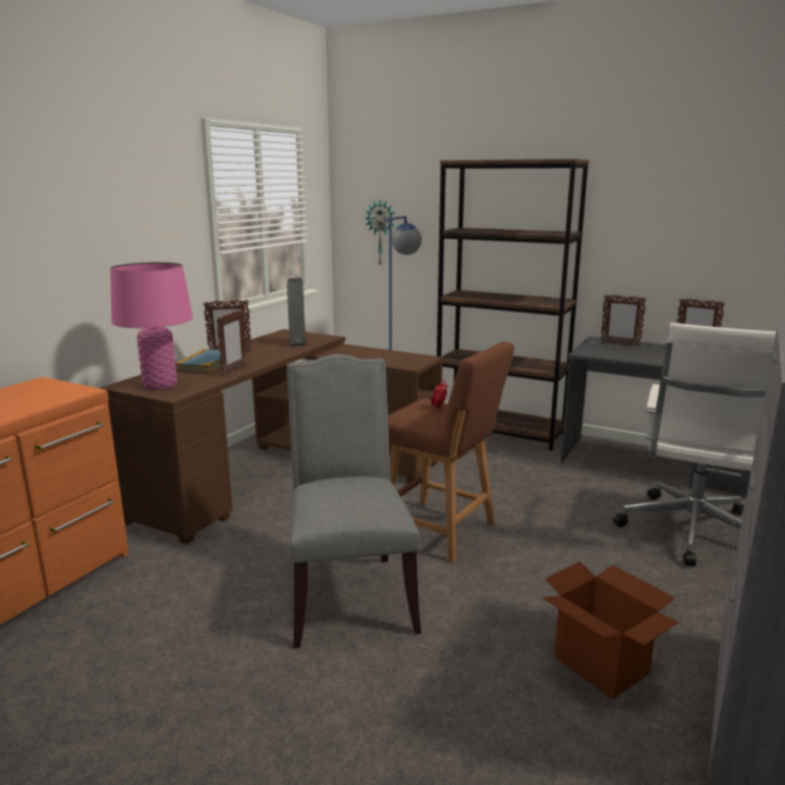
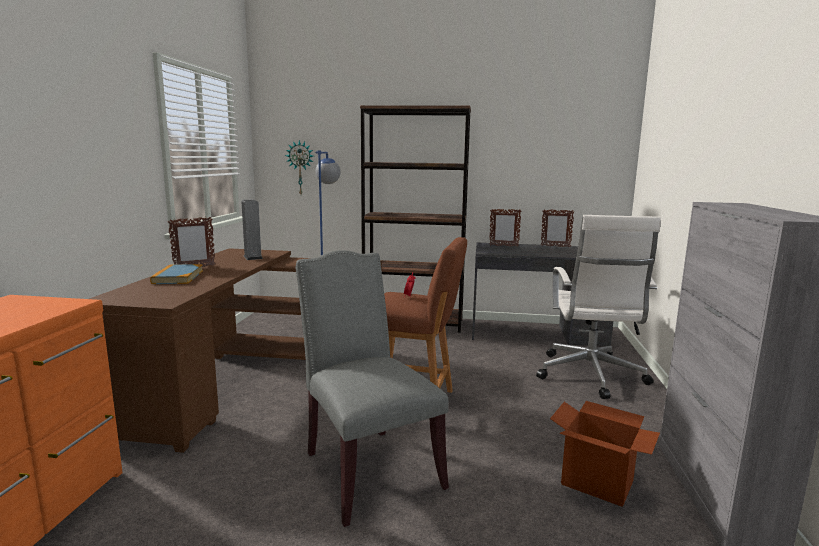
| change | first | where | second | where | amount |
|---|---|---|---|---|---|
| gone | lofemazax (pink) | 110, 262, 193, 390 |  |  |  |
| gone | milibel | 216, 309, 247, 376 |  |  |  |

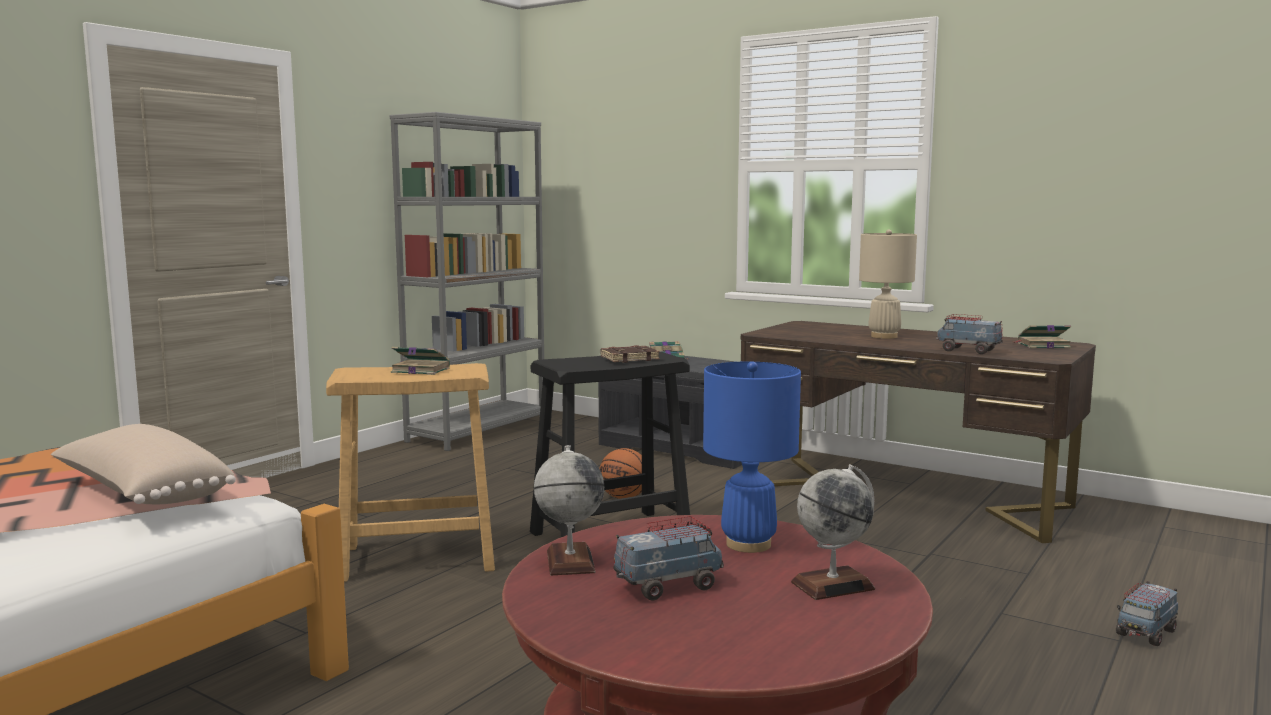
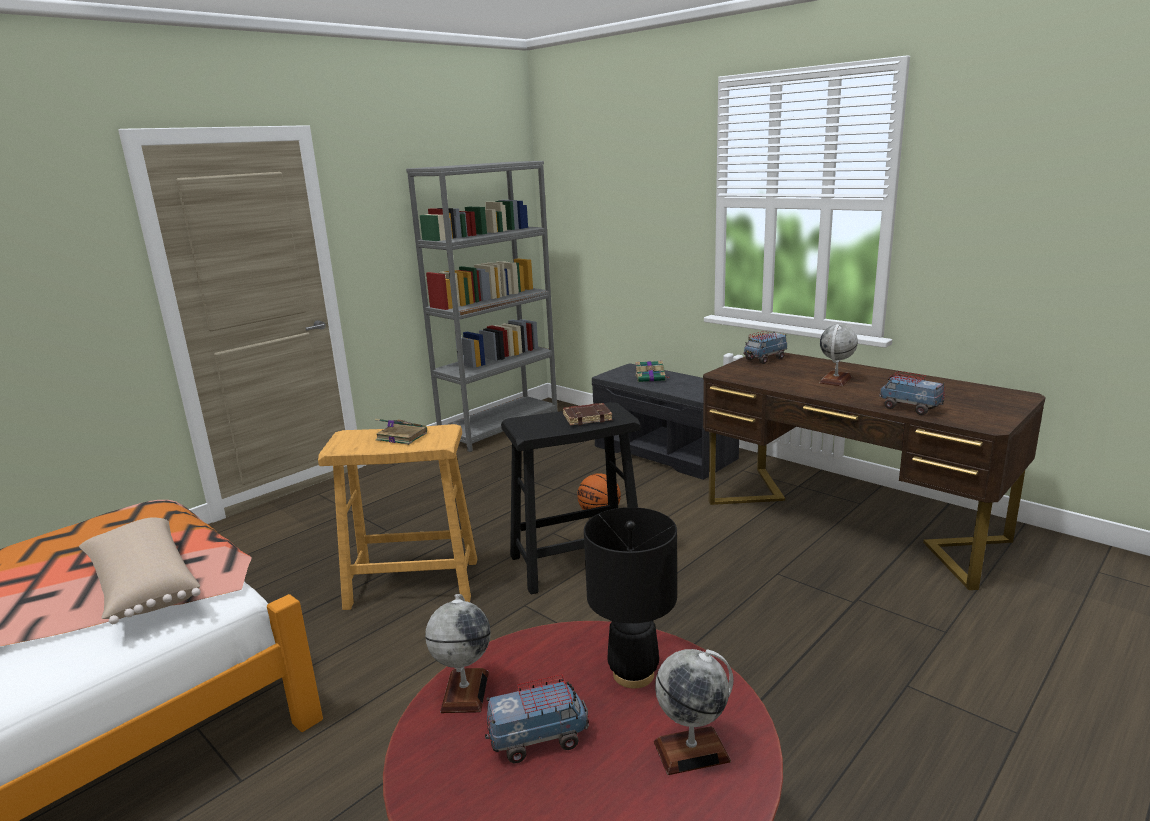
| change | first | where | second | where | amount |
|---|---|---|---|---|---|
| swapped | lofemazax (beige) | 859, 229, 917, 339 | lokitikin | 820, 324, 858, 386 |  |
| gone | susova | 1014, 325, 1071, 348 |  |  |  |
| repainted | lofemazax (blue) | 703, 361, 801, 553 | lofemazax (black) | 584, 507, 677, 688 |  |
| shifted | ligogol | 1116, 581, 1178, 646 |  | 743, 331, 787, 364 |  |

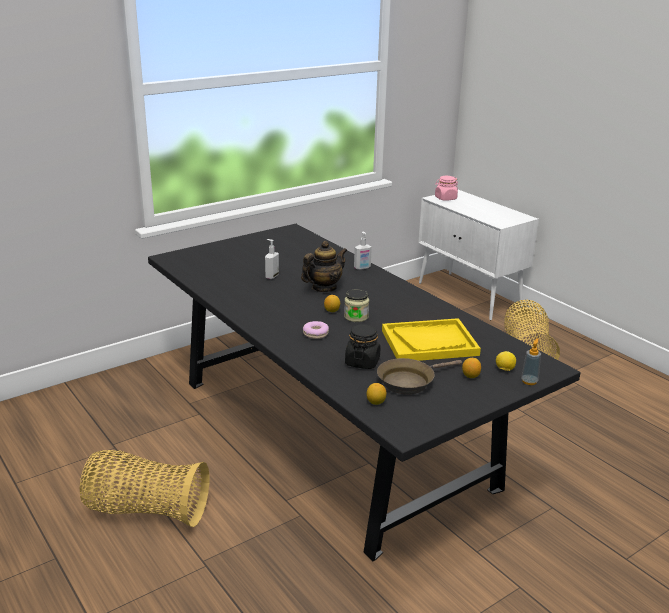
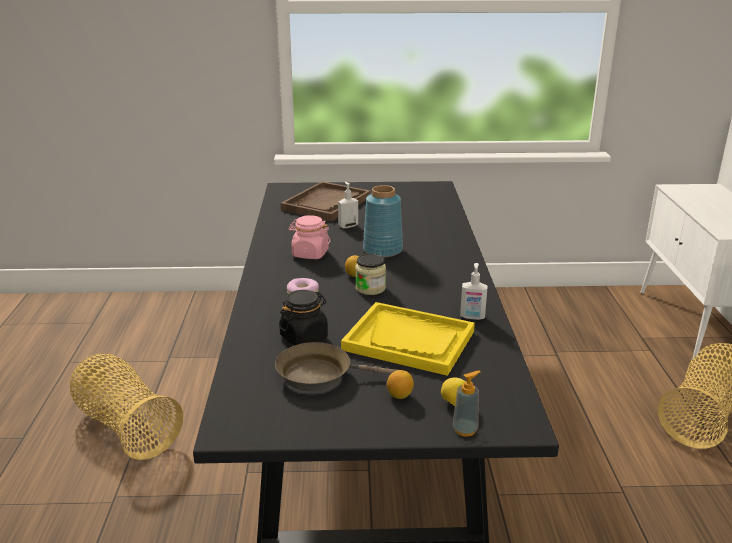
| change | first | where | second | where | amount |
|---|---|---|---|---|---|
| shifted | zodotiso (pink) | 435, 176, 458, 201 |  | 289, 215, 330, 259 |  |
| shifted | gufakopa | 354, 232, 372, 270 |  | 460, 263, 488, 320 |  |
| swapped | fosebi | 301, 241, 347, 292 | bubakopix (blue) | 363, 185, 403, 258 |  |
| gone | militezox | 367, 383, 387, 405 |  |  |  |
| new |  |  | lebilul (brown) | 281, 181, 370, 221 |  |

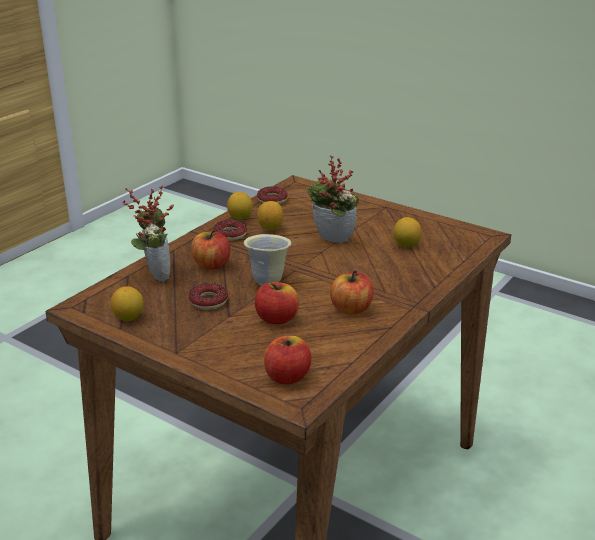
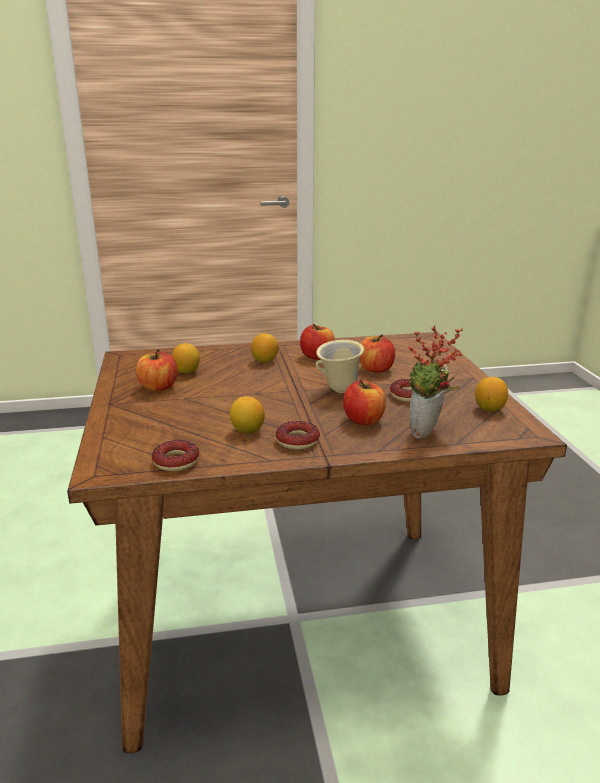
| change | first | where | second | where | amount |
|---|---|---|---|---|---|
| gone | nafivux | 306, 155, 359, 243 |  |  |  |
| shifted | militezox | 227, 192, 253, 220 |  | 251, 333, 279, 363 |  |
| shifted | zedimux | 264, 336, 311, 385 |  | 136, 349, 178, 391 |  |

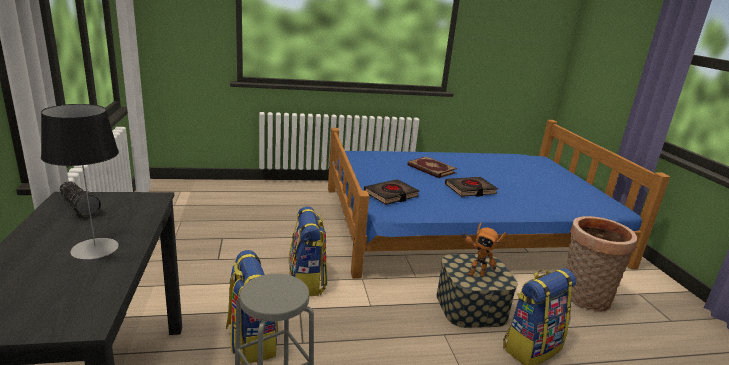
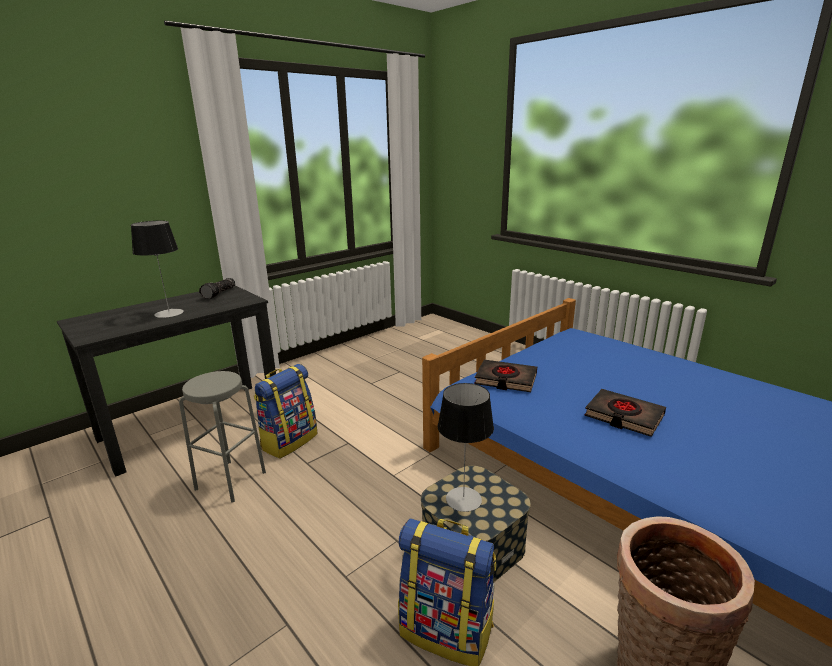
| change | first | where | second | where | amount |
|---|---|---|---|---|---|
| gone | susova | 407, 156, 457, 178 |  |  |  |
| gone | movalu | 289, 206, 327, 296 |  |  |  |
| swapped | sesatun | 461, 222, 506, 277 | lofemazax | 437, 383, 494, 512 |  |

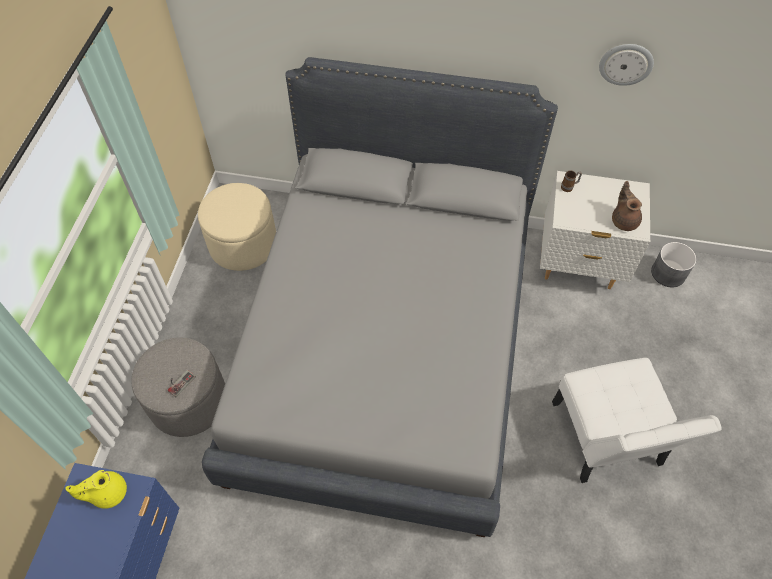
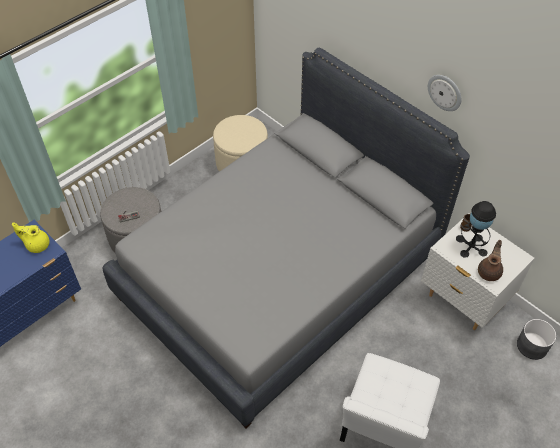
| change | first | where | second | where | amount |
|---|---|---|---|---|---|
| shifted | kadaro | 599, 44, 654, 86 |  | 428, 75, 461, 111 |  |
| new |  |  | lofemazax (black) | 456, 201, 496, 258 |  |

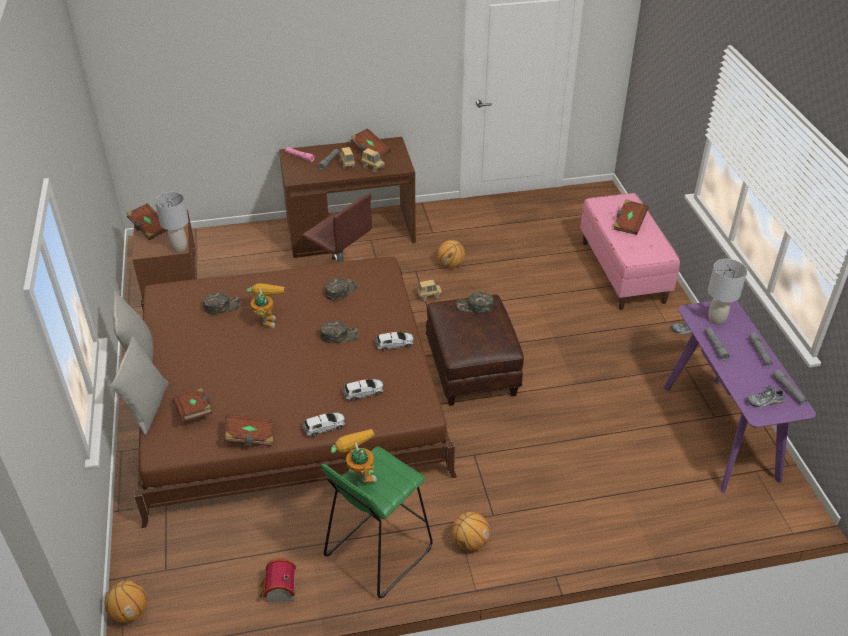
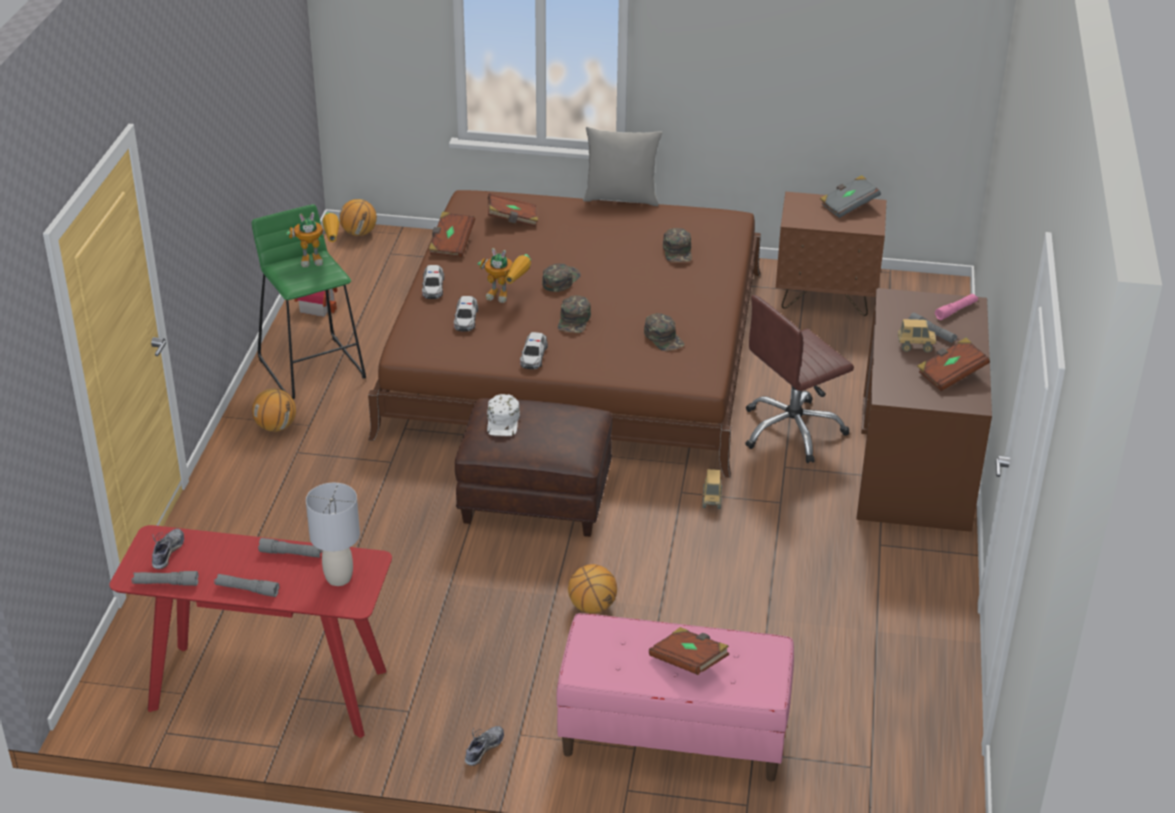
| change | first | where | second | where | amount |
|---|---|---|---|---|---|
| gone | ligogol | 361, 148, 385, 173 |  |  |  |
| gone | lofemazax (grey) | 155, 192, 188, 252 |  |  |  |
| repainted | susova (brown) | 126, 203, 167, 240 | susova (grey) | 820, 175, 881, 218 |  |
| shifted | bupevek | 438, 240, 465, 268 |  | 568, 564, 617, 614 |  |
| shifted | sesatun | 246, 283, 285, 328 |  | 478, 248, 531, 303 |  |
| shifted | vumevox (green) | 457, 292, 494, 313 |  | 542, 263, 581, 292 |  |
| repainted | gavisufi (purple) | 663, 301, 816, 493 | gavisufi (red) | 109, 525, 392, 738 |  |
| gone | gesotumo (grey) | 110, 336, 169, 435 |  |  |  |
| new |  |  | vumevox (white) | 487, 394, 520, 436 |  |

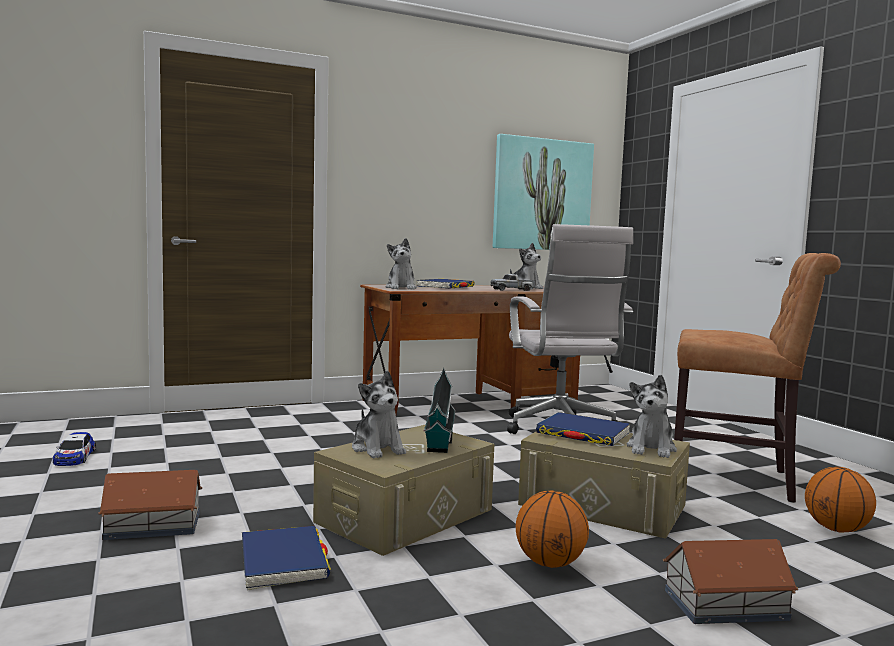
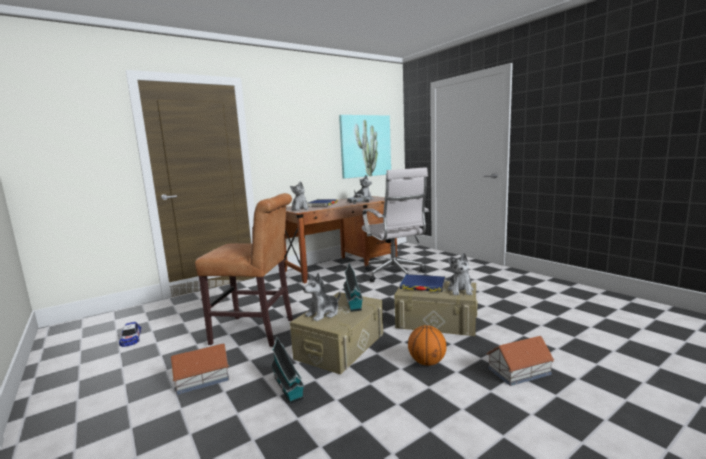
| change | first | where | second | where | amount |
|---|---|---|---|---|---|
| shifted | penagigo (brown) | 674, 253, 841, 503 |  | 195, 193, 293, 347 |  |
| rotated | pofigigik | 352, 370, 406, 458 |  | 303, 273, 341, 321 | 90 degrees clockwise |
| gone | bupevek | 805, 467, 876, 532 |  |  |  |
| swapped | susova (blue) | 242, 526, 331, 590 | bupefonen | 271, 336, 305, 404 |  |

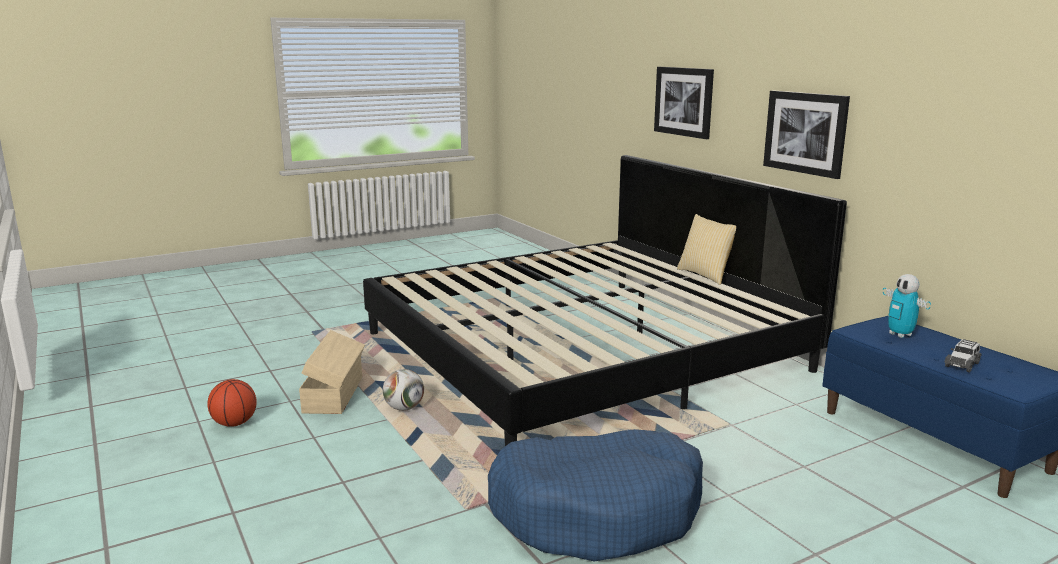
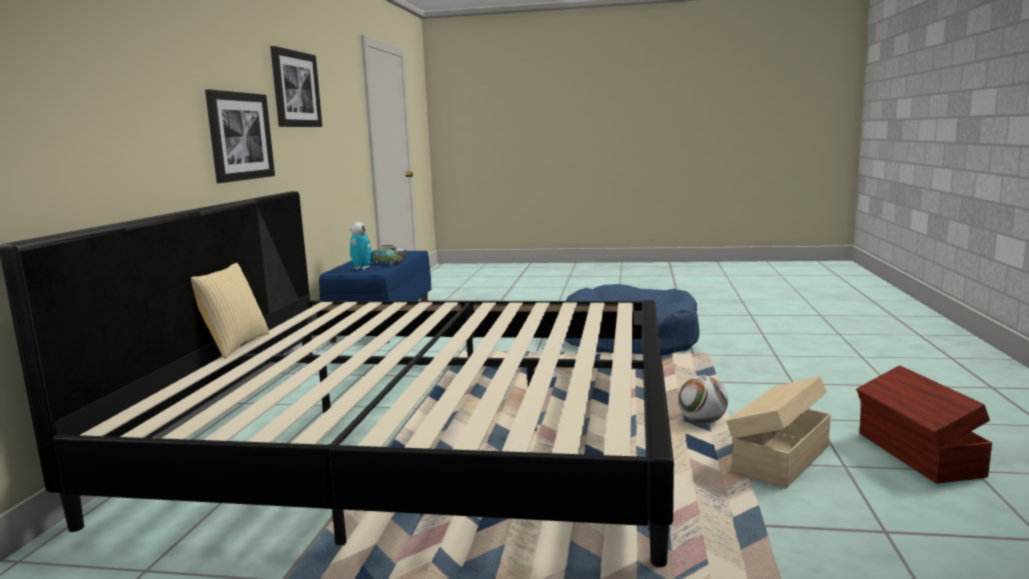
| change | first | where | second | where | amount |
|---|---|---|---|---|---|
| shifted | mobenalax | 654, 67, 714, 139 |  | 270, 46, 322, 127 |  |
| swapped | bupevek | 207, 379, 257, 427 | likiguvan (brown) | 856, 365, 992, 483 |  |
| new |  |  | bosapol | 373, 248, 404, 266 |  |

